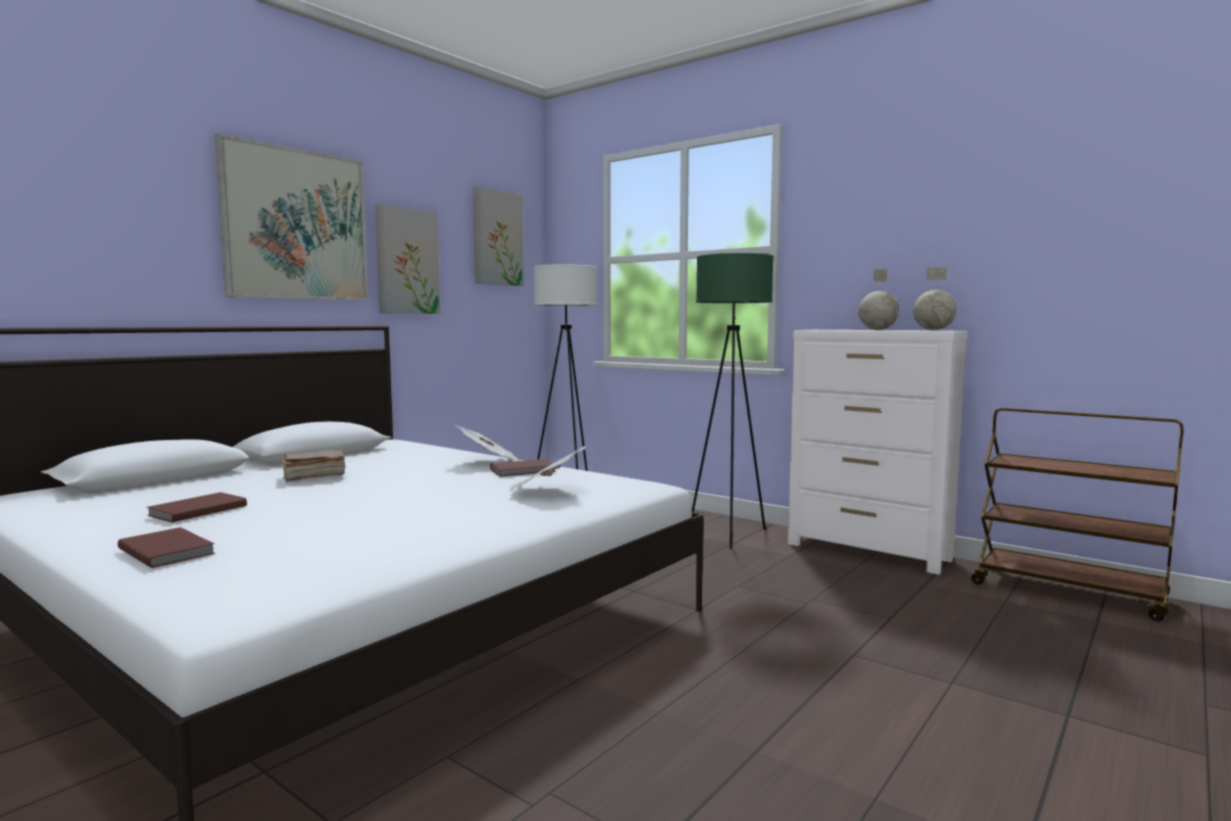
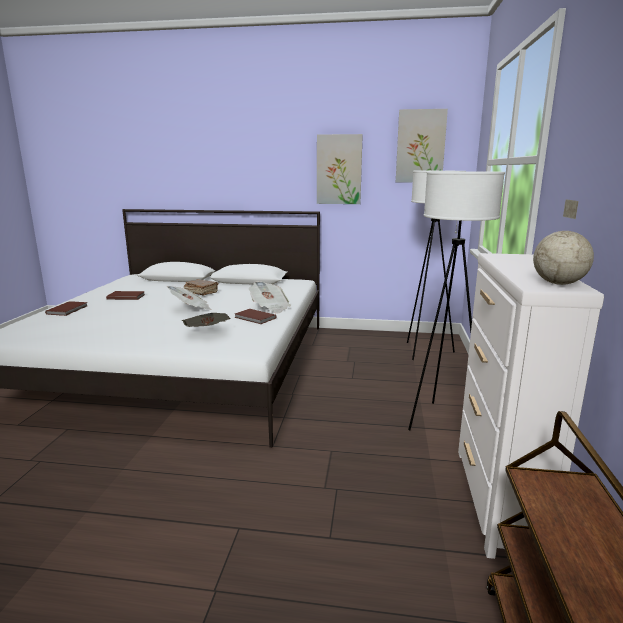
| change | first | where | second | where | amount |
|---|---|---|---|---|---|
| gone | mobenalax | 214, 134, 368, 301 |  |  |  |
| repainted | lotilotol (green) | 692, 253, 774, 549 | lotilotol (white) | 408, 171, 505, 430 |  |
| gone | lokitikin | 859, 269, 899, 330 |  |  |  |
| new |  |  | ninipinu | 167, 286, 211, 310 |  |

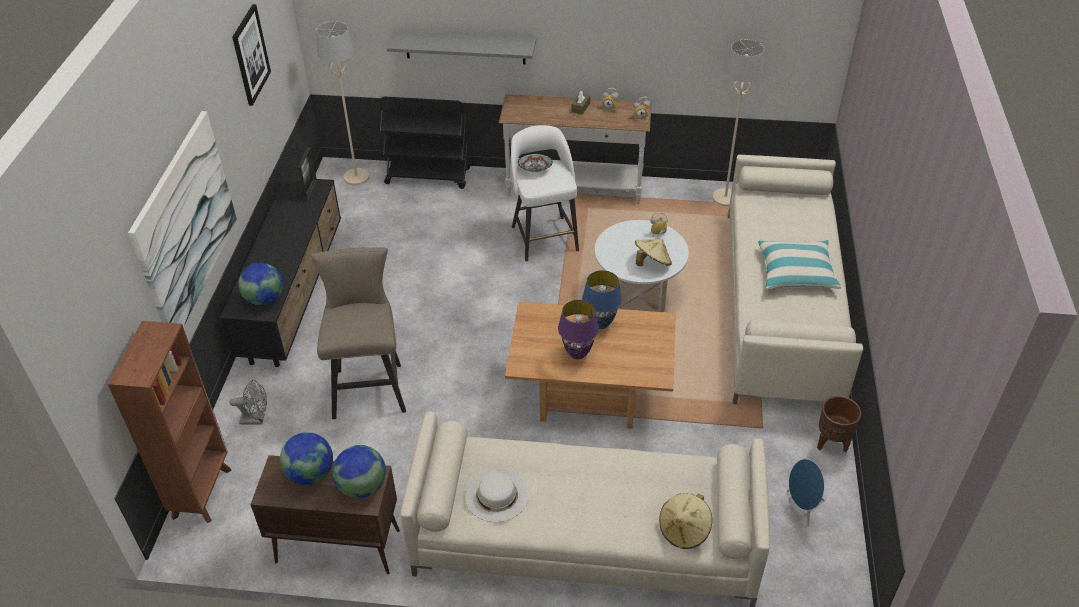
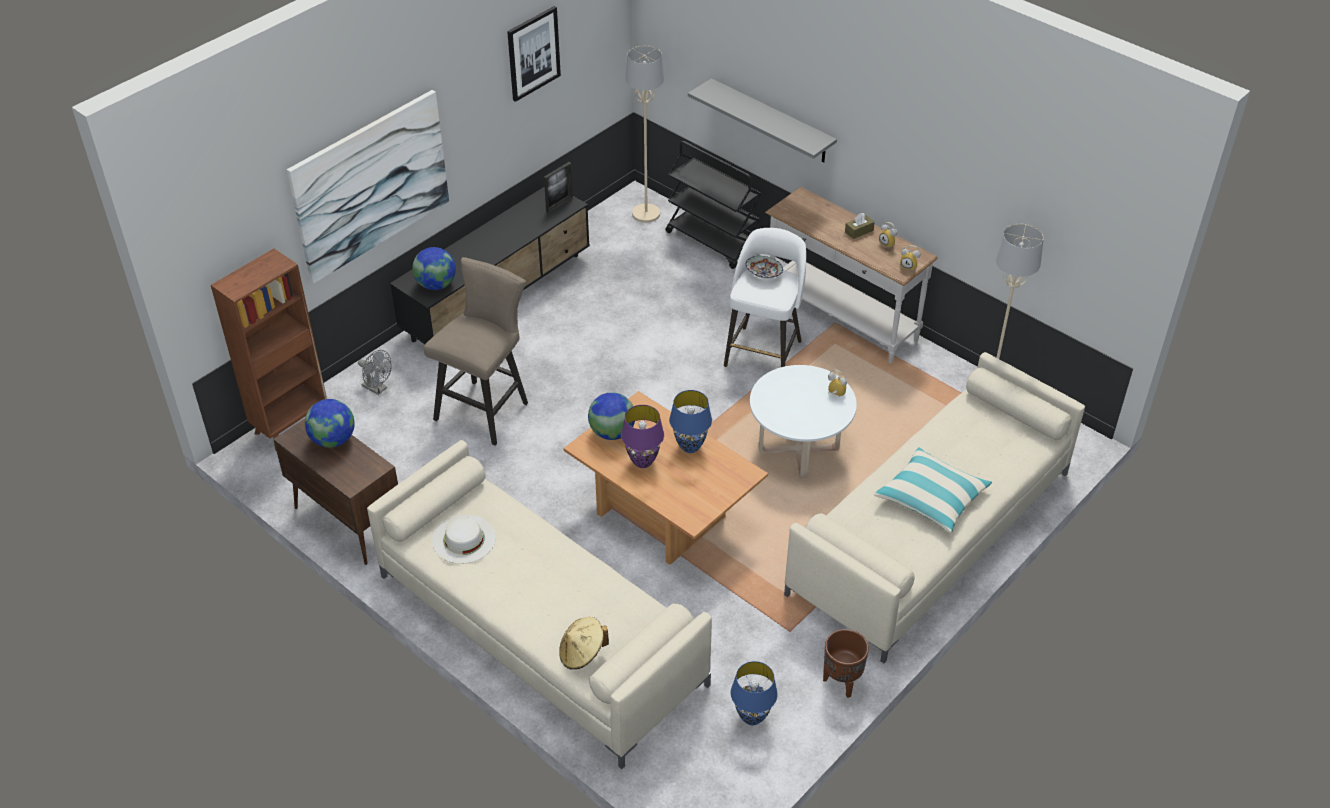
| change | first | where | second | where | amount |
|---|---|---|---|---|---|
| gone | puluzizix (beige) | 635, 239, 672, 266 |  |  |  |
| shifted | lokitikin | 332, 445, 386, 498 |  | 588, 393, 635, 440 |  |
| swapped | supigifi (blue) | 787, 459, 825, 527 | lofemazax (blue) | 731, 661, 778, 725 |  |

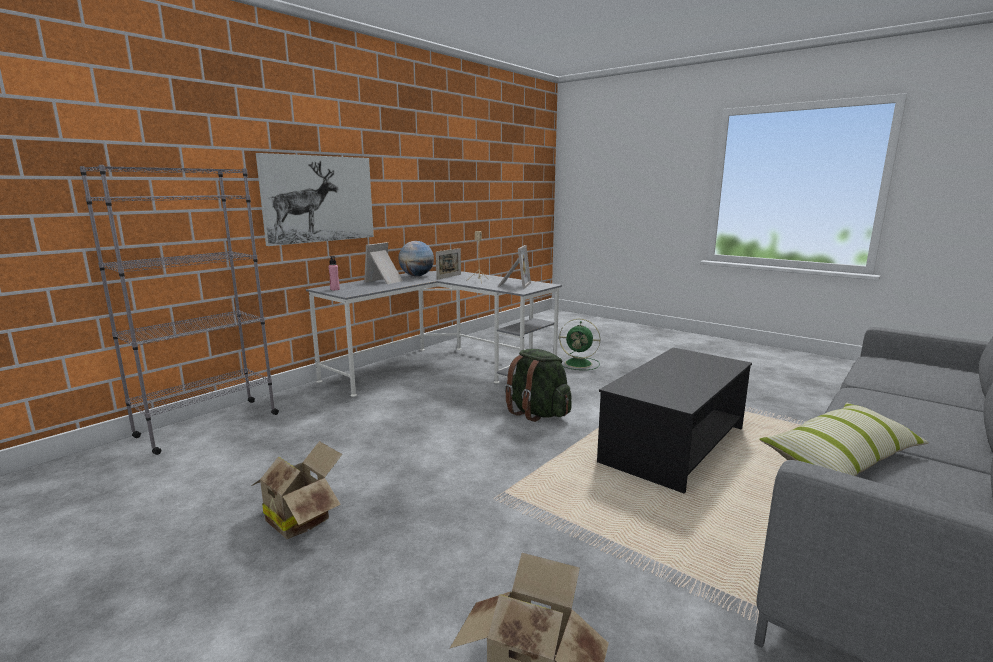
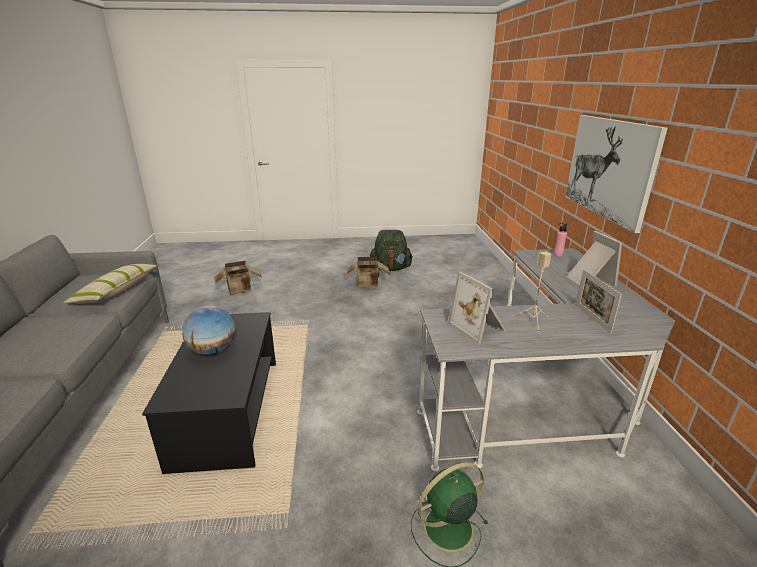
| change | first | where | second | where | amount |
|---|---|---|---|---|---|
| gone | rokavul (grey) | 80, 165, 279, 455 |  |  |  |
| shifted | lokitikin | 398, 241, 434, 276 |  | 182, 305, 236, 356 |  |
| shifted | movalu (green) | 505, 349, 571, 422 |  | 369, 230, 413, 271 |  |

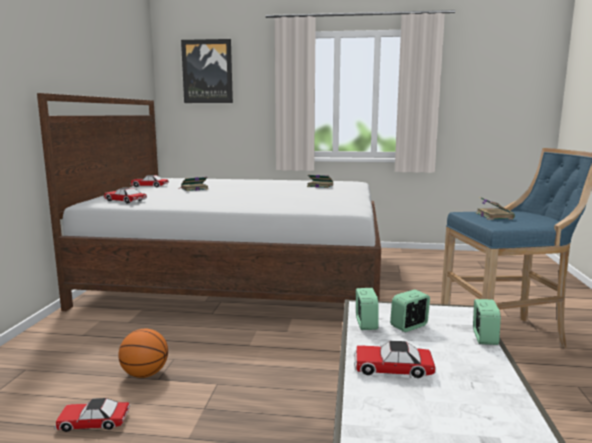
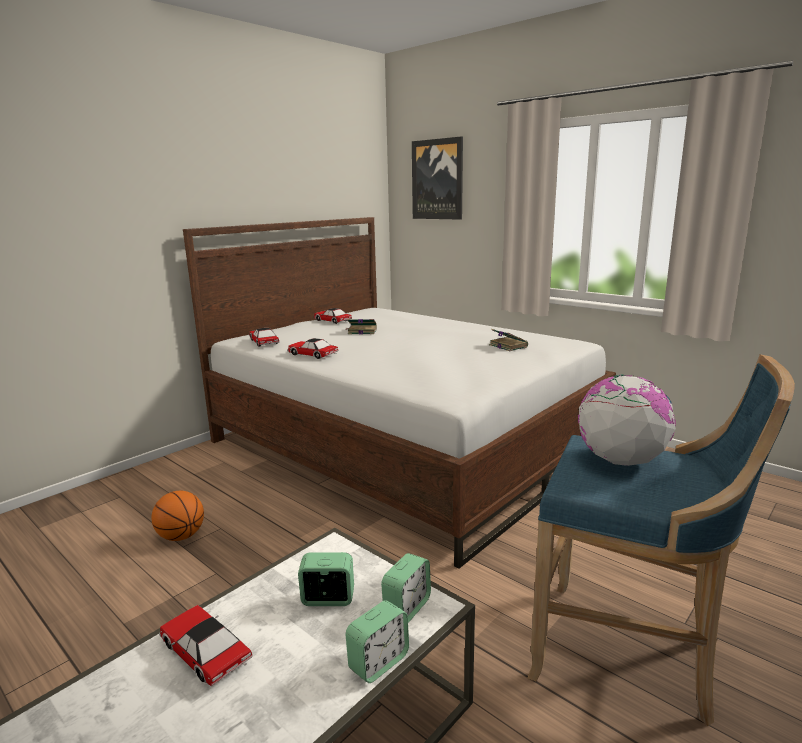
| change | first | where | second | where | amount |
|---|---|---|---|---|---|
| swapped | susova | 476, 197, 515, 220 | lokitikin | 578, 375, 676, 466 |  |
| shifted | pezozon | 356, 288, 379, 330 |  | 381, 553, 431, 623 |  |
| shifted | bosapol | 54, 398, 130, 432 |  | 287, 338, 338, 359 |  |

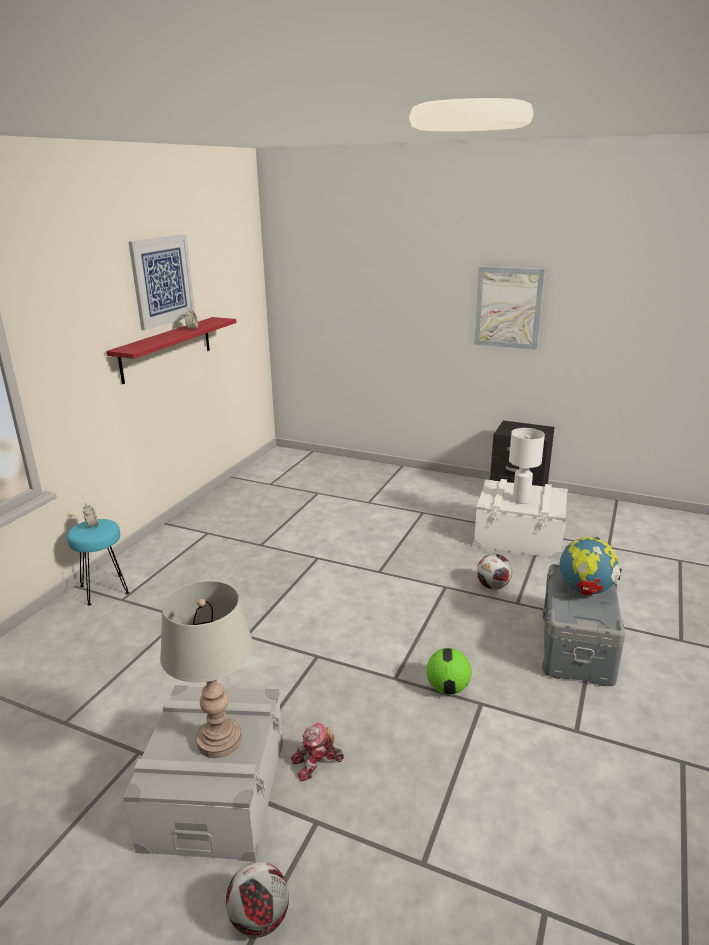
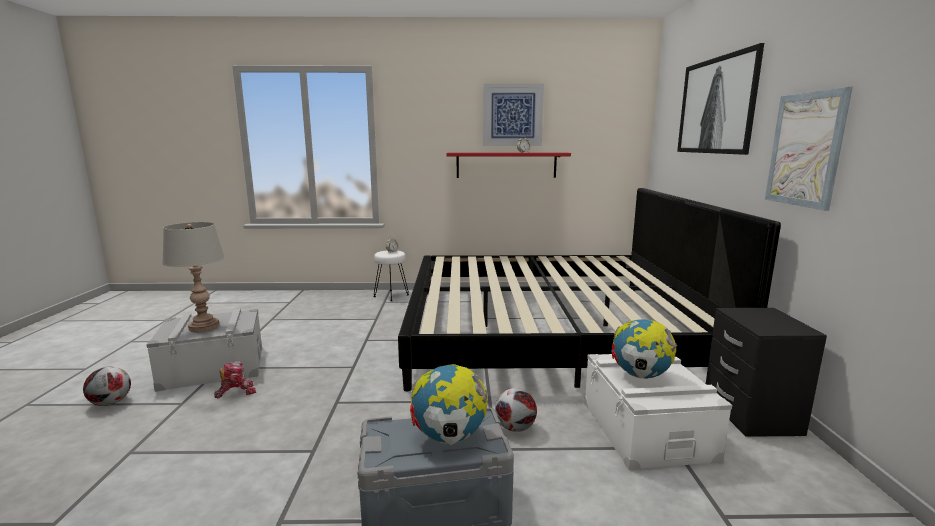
| change | first | where | second | where | amount |
|---|---|---|---|---|---|
| swapped | lofemazax (white) | 509, 428, 545, 504 | lokitikin | 612, 319, 677, 379 |  |
| repainted | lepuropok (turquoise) | 67, 519, 129, 605 | lepuropok (white) | 373, 250, 409, 301 |  |
| gone | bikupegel | 427, 648, 471, 694 |  |  |  |
| rotated | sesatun | 291, 722, 344, 782 |  | 214, 361, 256, 398 | 105 degrees clockwise |
| new |  |  | mobenalax | 677, 43, 764, 155 |  |
| new |  |  | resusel | 398, 188, 781, 391 |  |

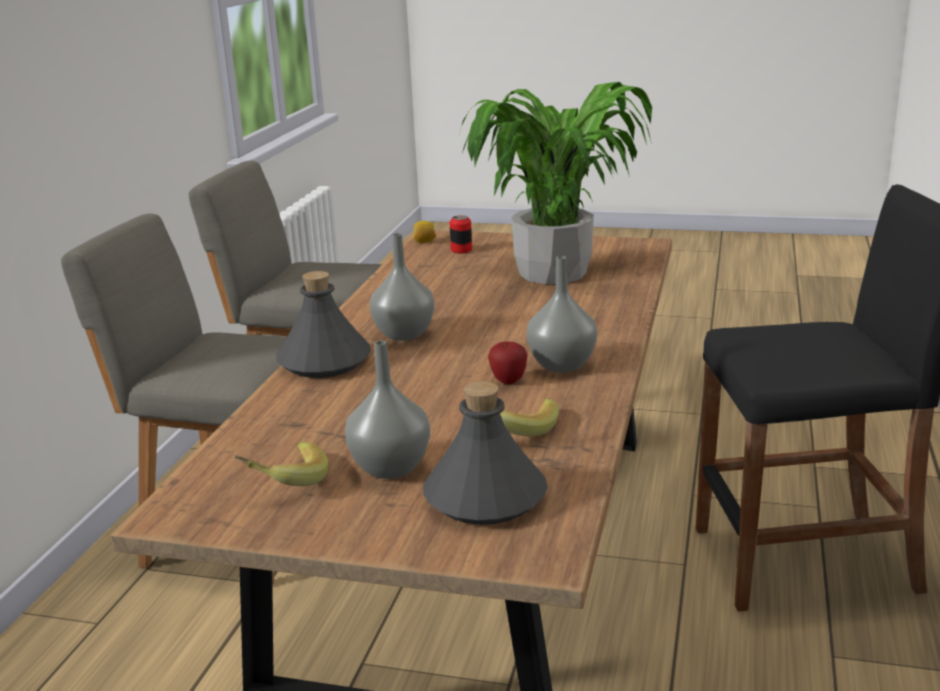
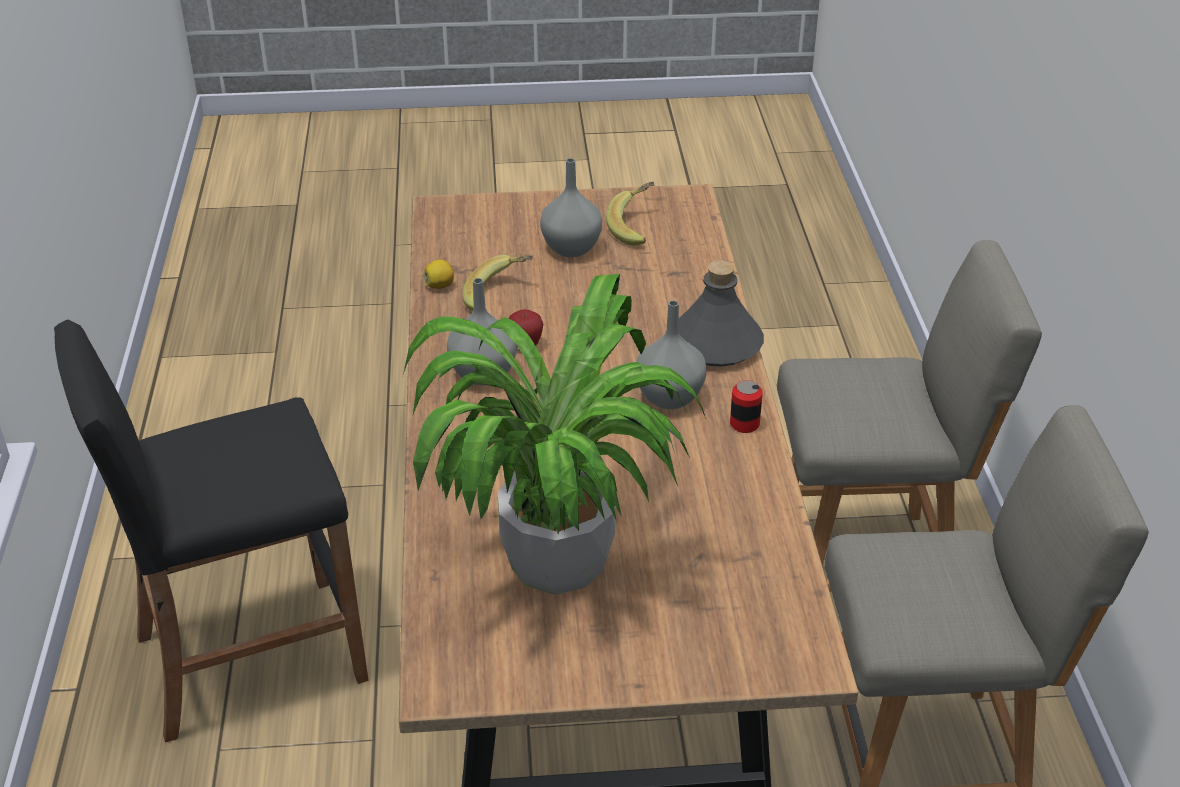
| change | first | where | second | where | amount |
|---|---|---|---|---|---|
| shifted | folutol | 450, 215, 472, 254 |  | 730, 380, 763, 433 |  |
| shifted | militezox | 413, 221, 436, 243 |  | 424, 260, 454, 289 |  |
| gone | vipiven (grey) | 423, 381, 548, 525 |  |  |  |

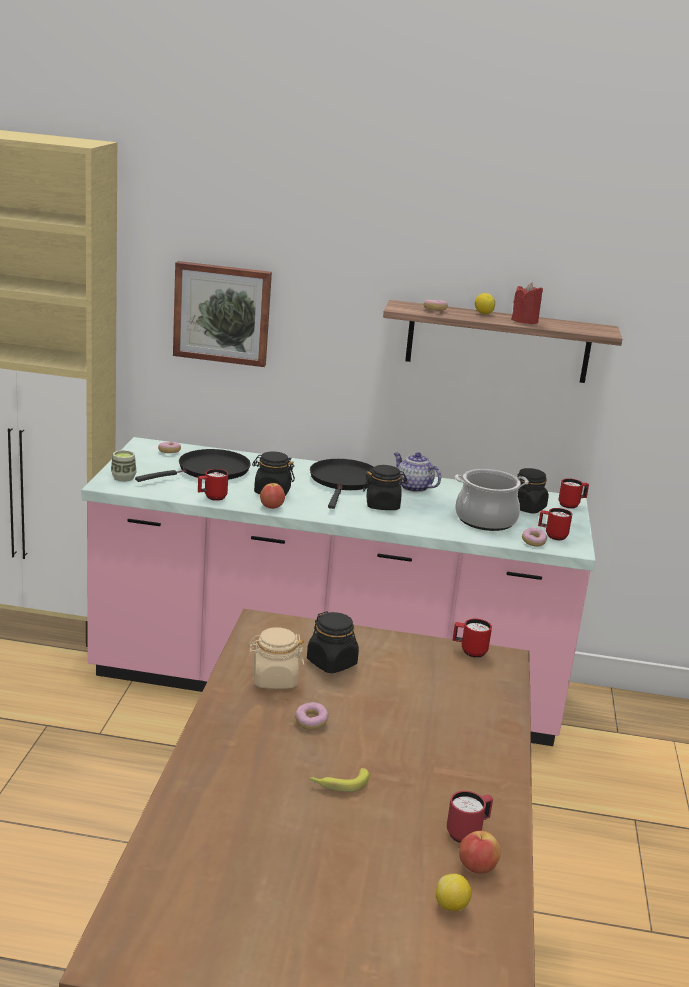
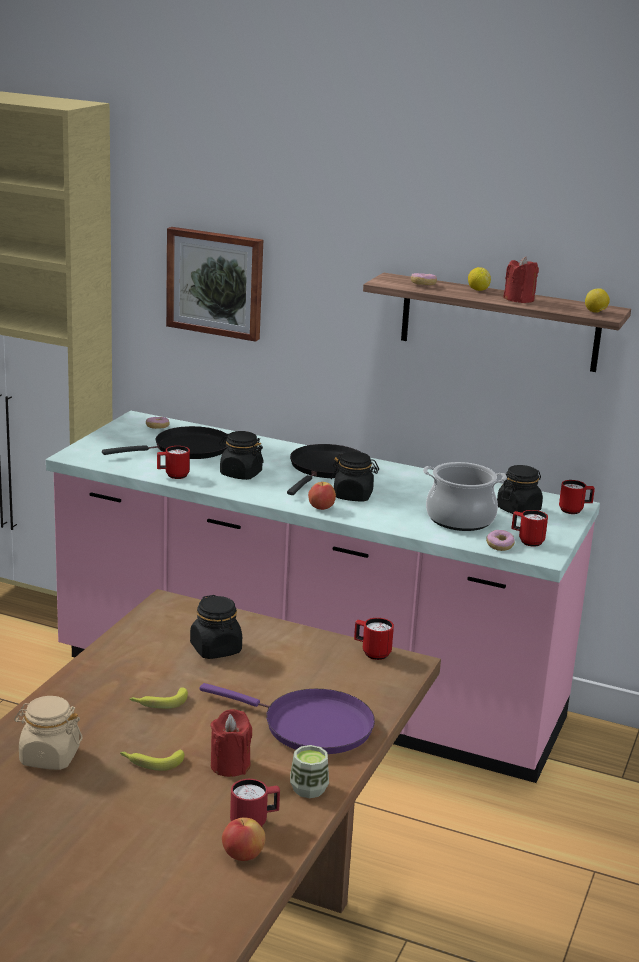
| change | first | where | second | where | amount |
|---|---|---|---|---|---|
| shifted | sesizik | 111, 450, 137, 482 |  | 290, 745, 329, 798 |  |
| gone | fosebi | 394, 452, 441, 492 |  |  |  |
| shifted | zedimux | 260, 483, 285, 509 |  | 308, 482, 336, 510 |  |
| shifted | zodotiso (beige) | 248, 627, 304, 689 |  | 14, 696, 82, 770 |  |
| swapped | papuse | 295, 702, 329, 730 | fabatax | 130, 688, 188, 709 |  |
| shifted | militezox | 436, 874, 472, 911 |  | 585, 288, 610, 313 |  |
| new |  |  | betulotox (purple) | 200, 683, 375, 754 |  |
| new |  |  | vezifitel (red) | 210, 709, 252, 777 |  |

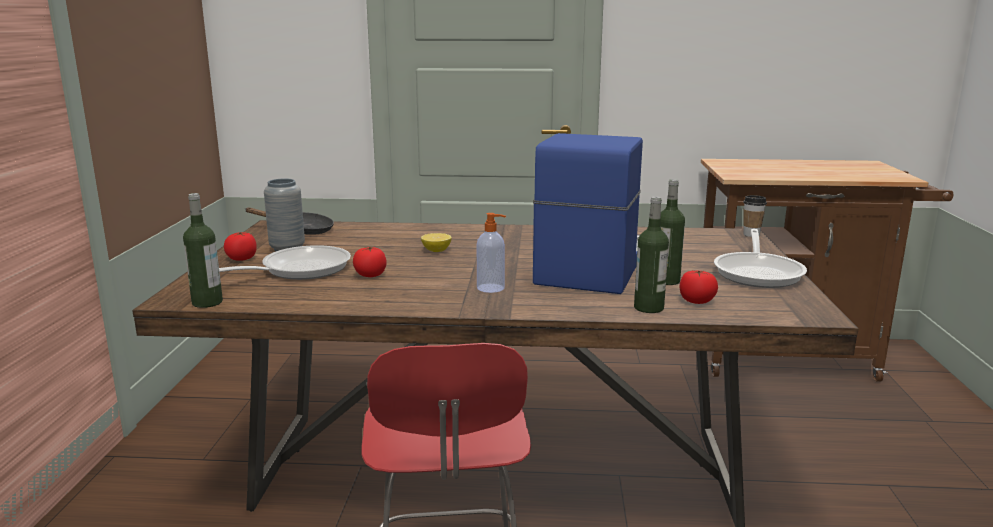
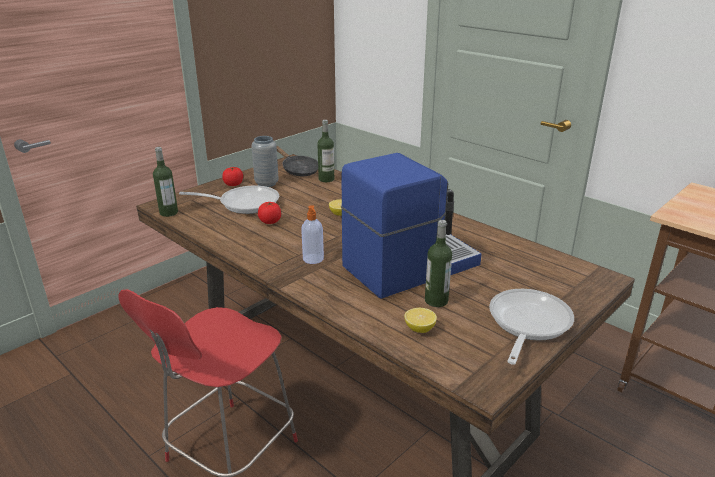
| change | first | where | second | where | amount |
|---|---|---|---|---|---|
| gone | sesizik | 743, 195, 767, 237 |  |  |  |
| shifted | vipiven | 634, 196, 669, 313 |  | 317, 120, 334, 182 |  |
| rotated | betulotox | 714, 229, 807, 288 |  | 489, 289, 574, 365 | 150 degrees clockwise |
| swapped | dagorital | 680, 270, 718, 304 | militezox | 404, 308, 437, 333 |  |

